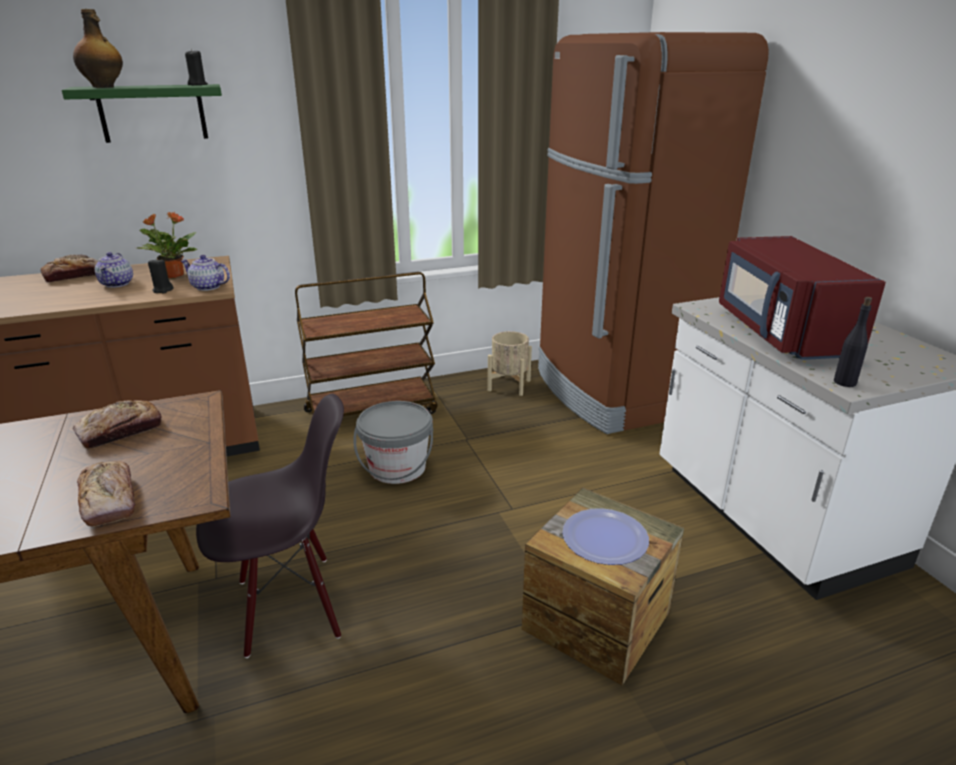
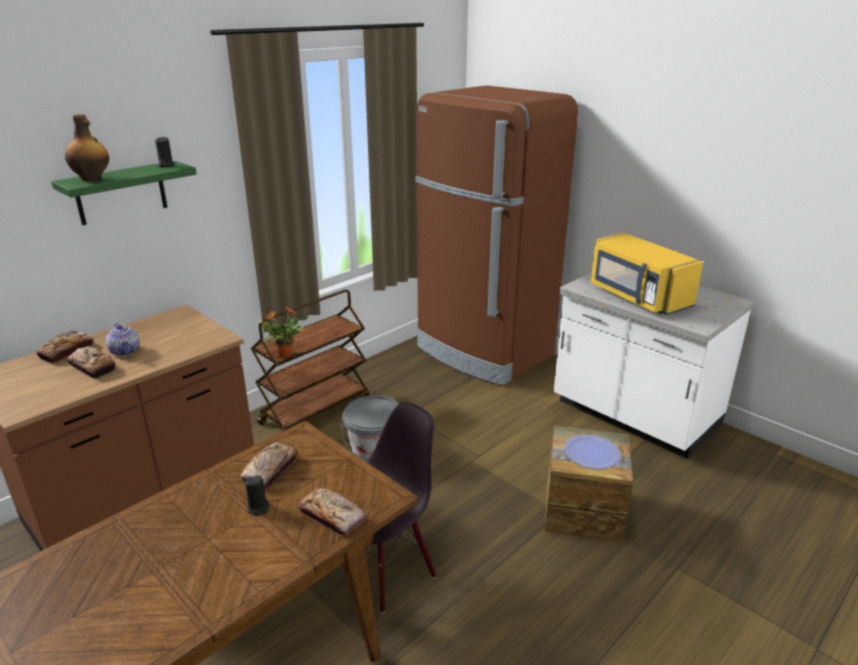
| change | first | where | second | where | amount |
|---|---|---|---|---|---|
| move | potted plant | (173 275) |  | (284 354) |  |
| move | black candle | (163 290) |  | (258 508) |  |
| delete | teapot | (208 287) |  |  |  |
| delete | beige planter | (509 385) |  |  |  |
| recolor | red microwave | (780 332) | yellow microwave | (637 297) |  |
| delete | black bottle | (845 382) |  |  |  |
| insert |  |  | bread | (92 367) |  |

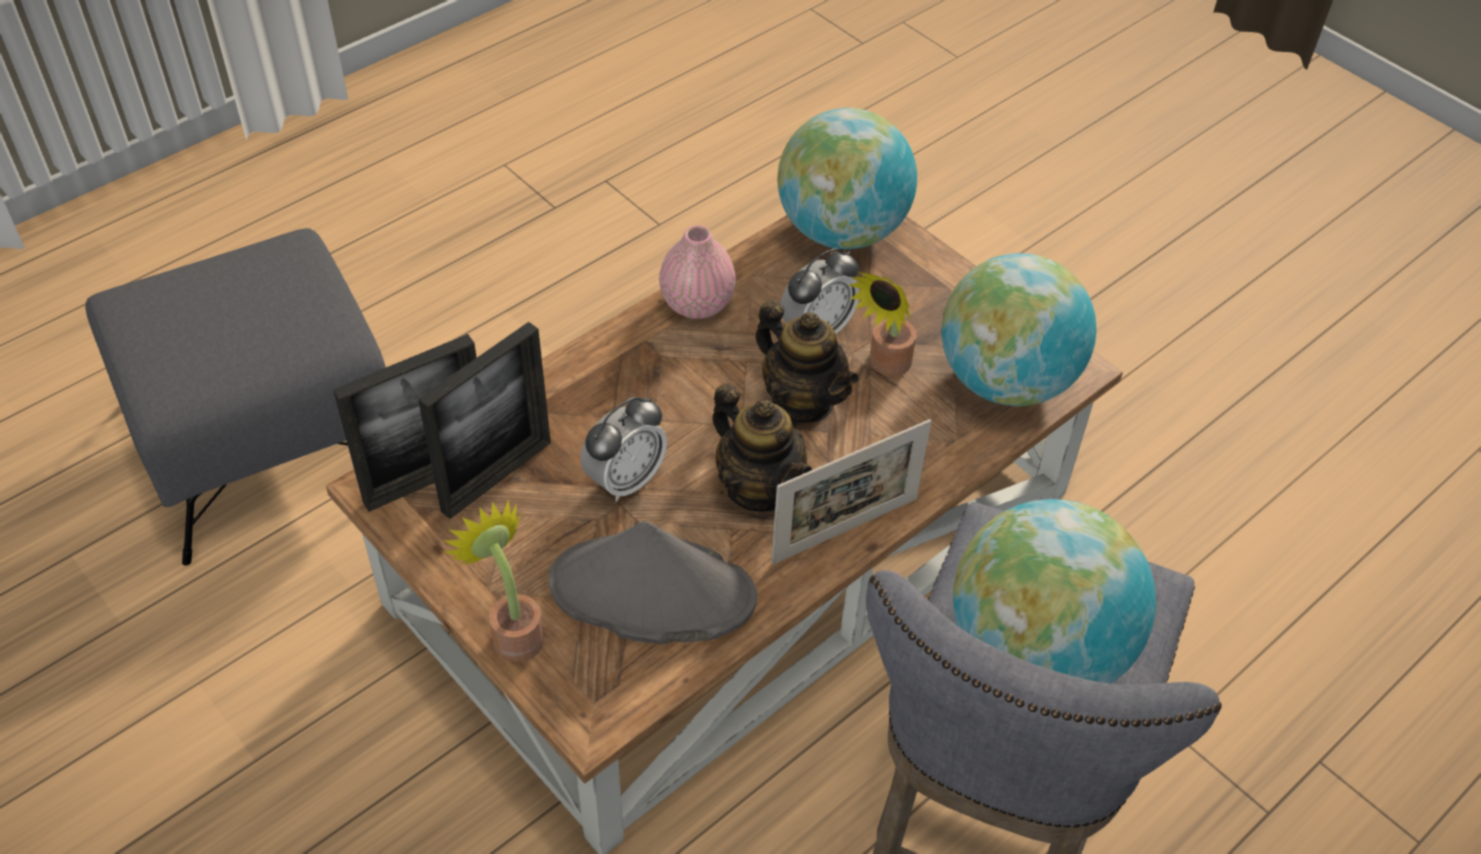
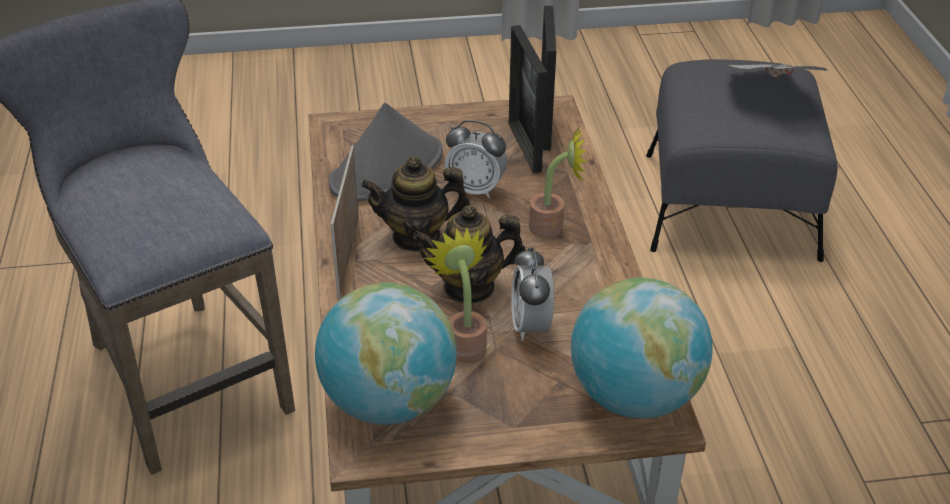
| change | first | where | second | where | amount |
|---|---|---|---|---|---|
| move | potted plant | (513 632) |  | (553 227) |  |
| rotate | alarm clock | (625 480) |  | (475 189) | 60 degrees counterclockwise |
| delete | pink vase | (697 303) |  |  |  |
| delete | globe | (1036 651) |  |  |  |
| insert |  |  | newspaper | (771 91) |  |

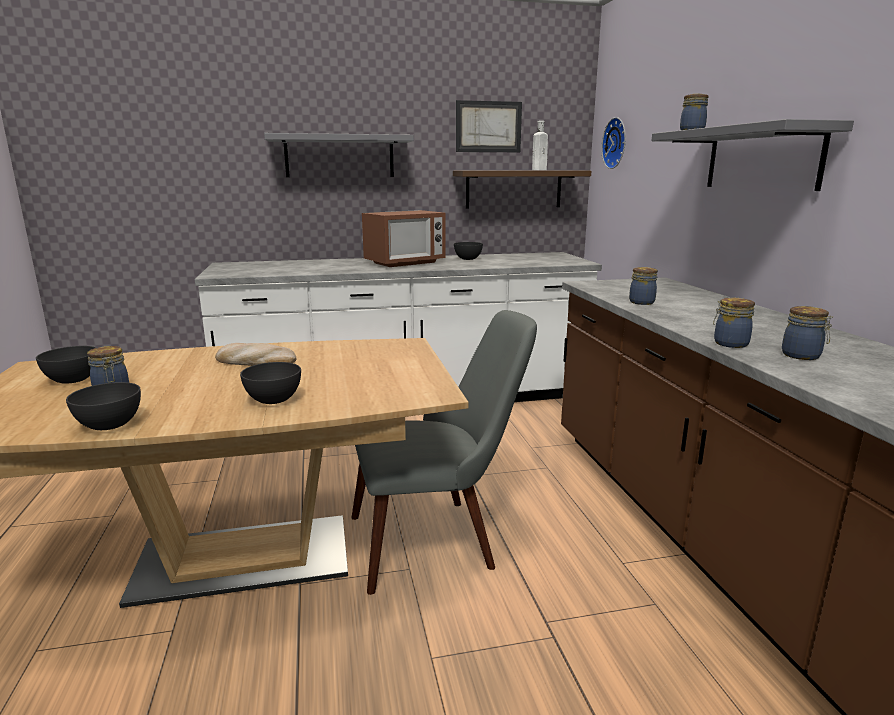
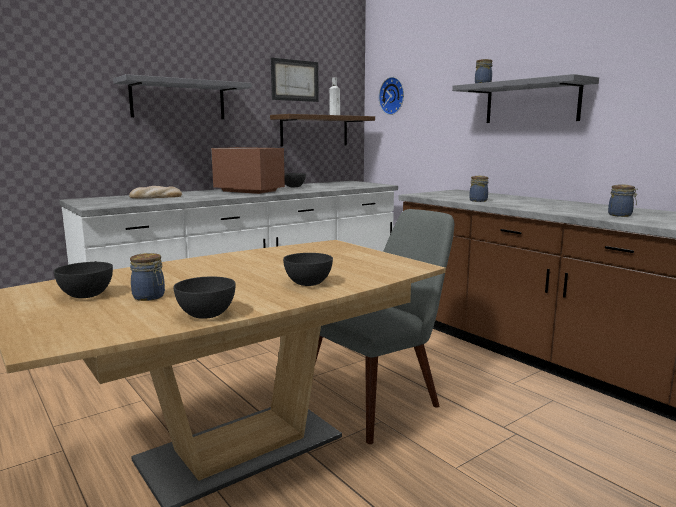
| change | first | where | second | where | amount |
|---|---|---|---|---|---|
| move | bread | (255 361) |  | (156 197) |  |
| rotate | microwave | (405 263) |  | (249 191) | 90 degrees counterclockwise |
| delete | jar | (729 343) |  |  |  |

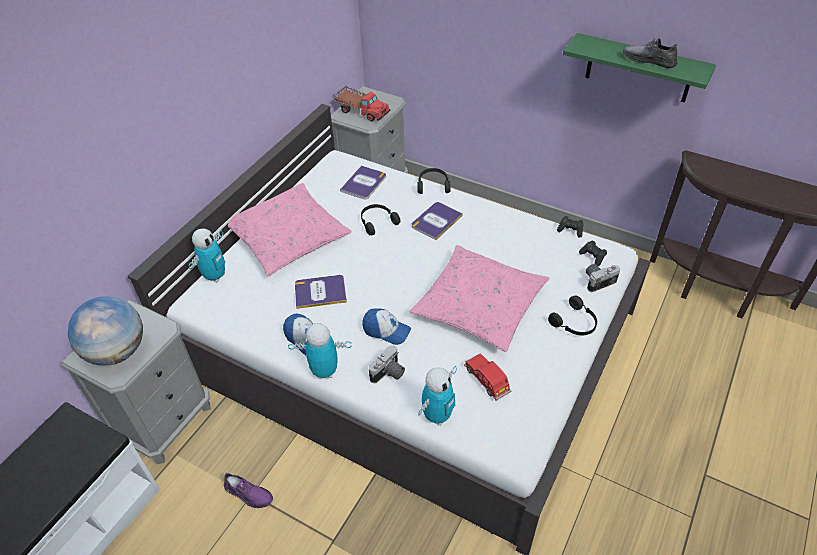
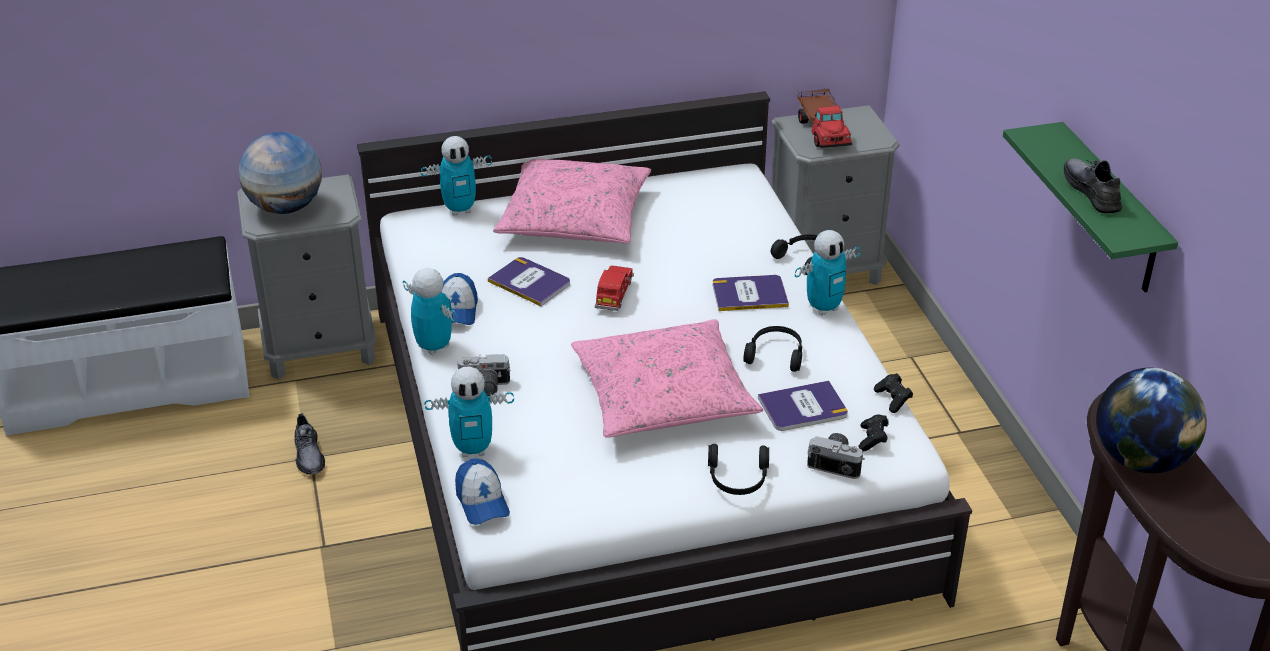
| change | first | where | second | where | amount |
|---|---|---|---|---|---|
| recolor | purple shoe | (248 493) | grey shoe | (309 455) |  |
| move | book | (364 183) |  | (803 407) |  |
| move | black headphones | (377 222) |  | (775 354) |  |
| move | cap | (386 330) |  | (482 502) |  |
| move | red toy car | (487 380) |  | (614 296) |  |
| insert |  |  | toy robot | (824 307) |  |
| insert |  |  | globe | (1140 460) |  |

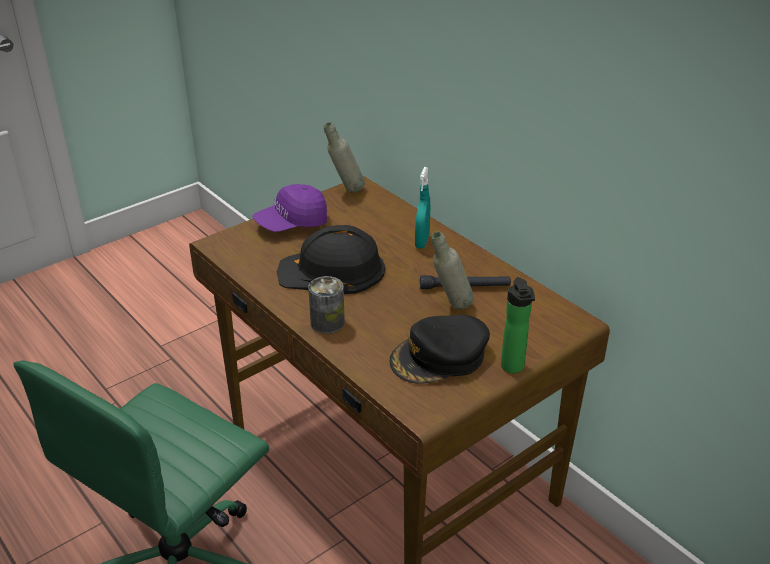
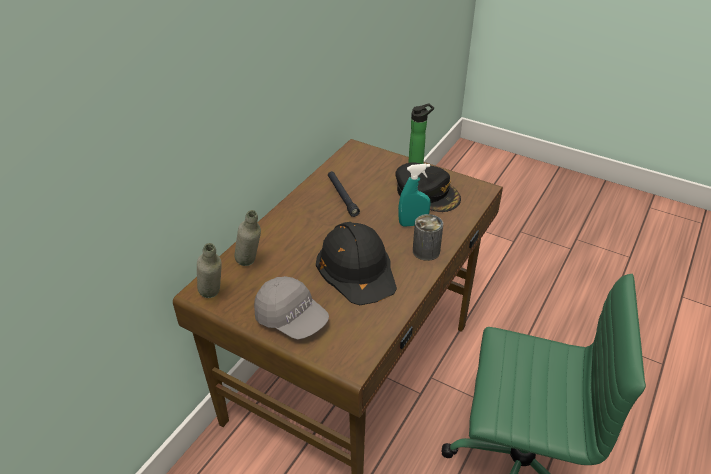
| change | first | where | second | where | amount |
|---|---|---|---|---|---|
| recolor | purple cap | (292 223) | grey cap | (292 319) |  |
| move | turquoise spray bottle | (422 242) |  | (413 224) |  |
| move | grey bottle | (450 307) |  | (251 266) |  |

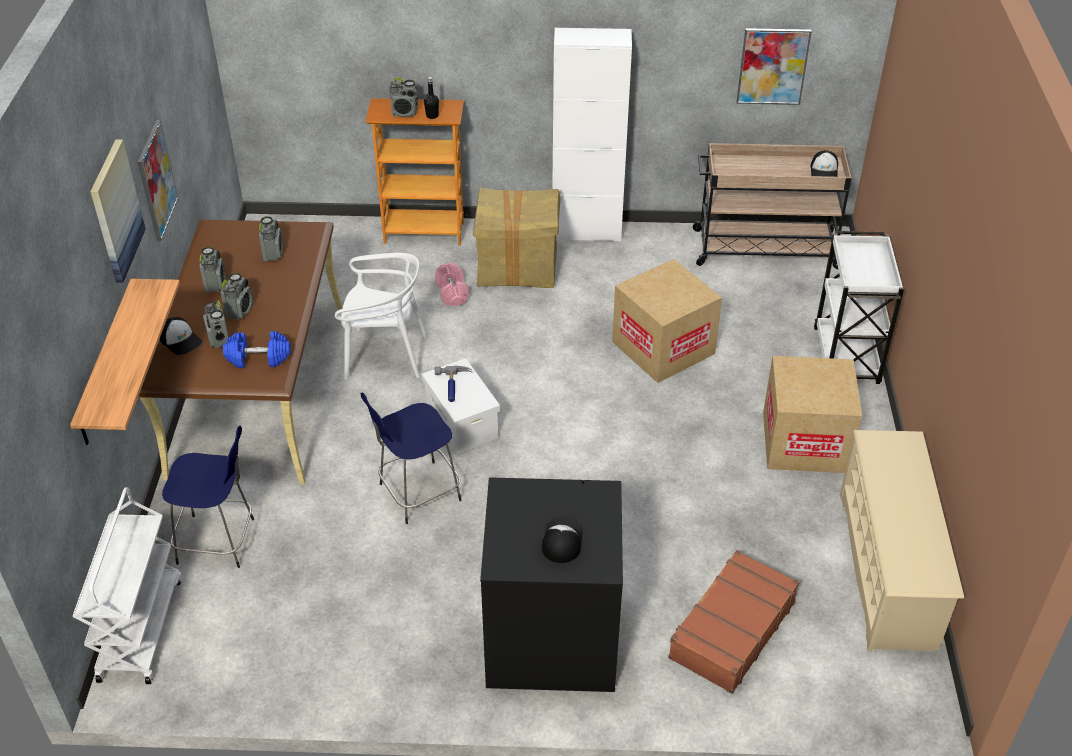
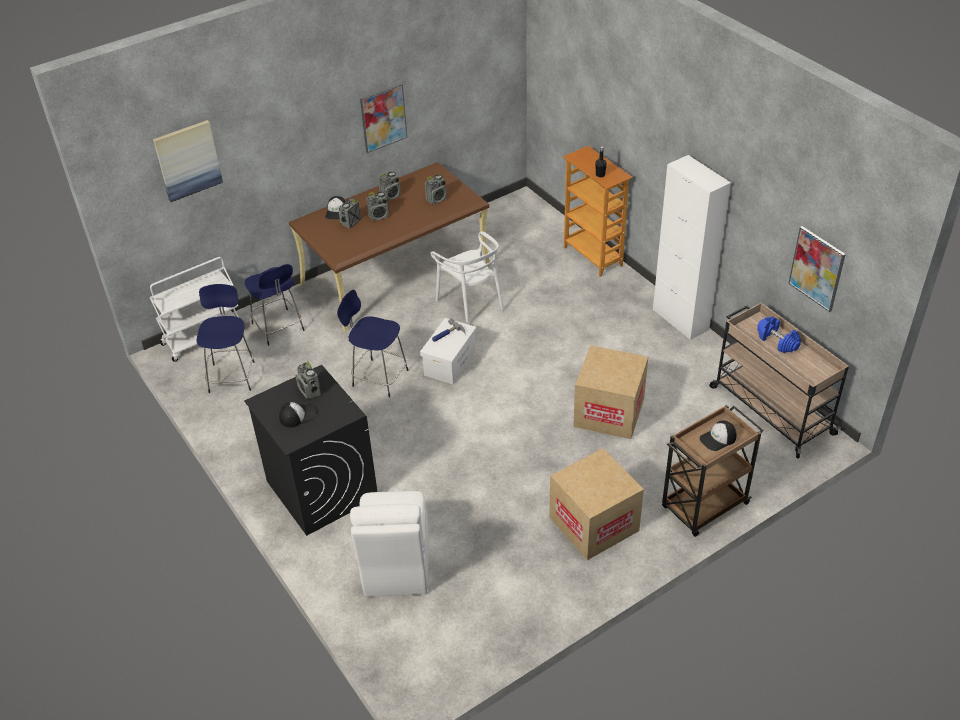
| change | first | where | second | where | amount |
|---|---|---|---|---|---|
| delete | shelf | (107 363) |  |  |  |
| move | picture | (115 211) |  | (188 160) |  |
| move | blue dumbbell | (258 359) |  | (777 341) |  |
| move | radio | (405 113) |  | (309 391) |  |
| delete | pink dumbbell | (452 293) |  |  |  |
| delete | cardboard box | (518 266) |  |  |  |
| replace | brown suitcase | (731 630) | white chair | (396 565) |  |
| move | cap | (824 171) |  | (718 439) |  |
| recolor | white cart | (846 357) | brown cart | (703 506) |  |
| delete | beige shoe rack | (887 570) |  |  |  |
| insert |  |  | blue stool | (232 375) |  |

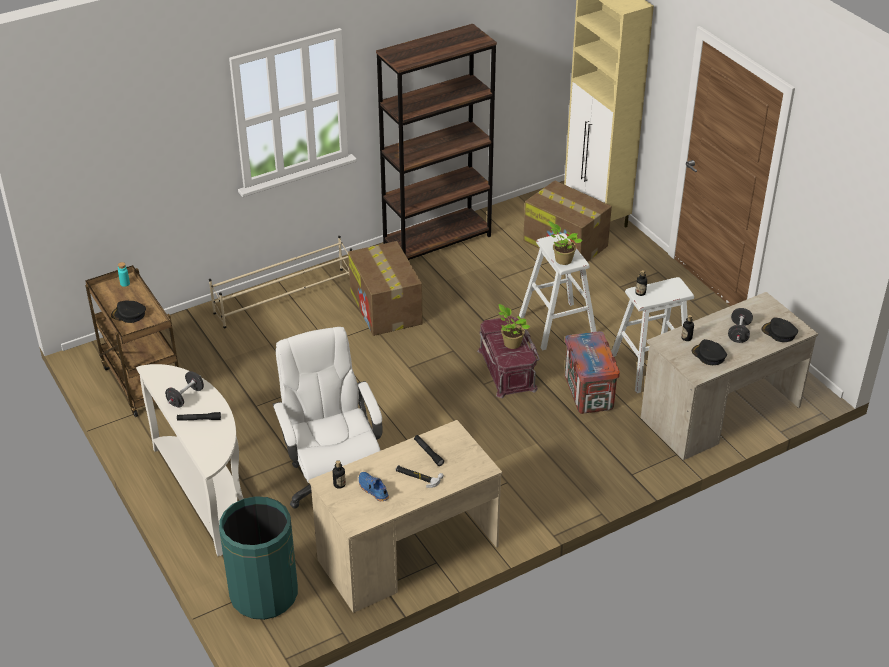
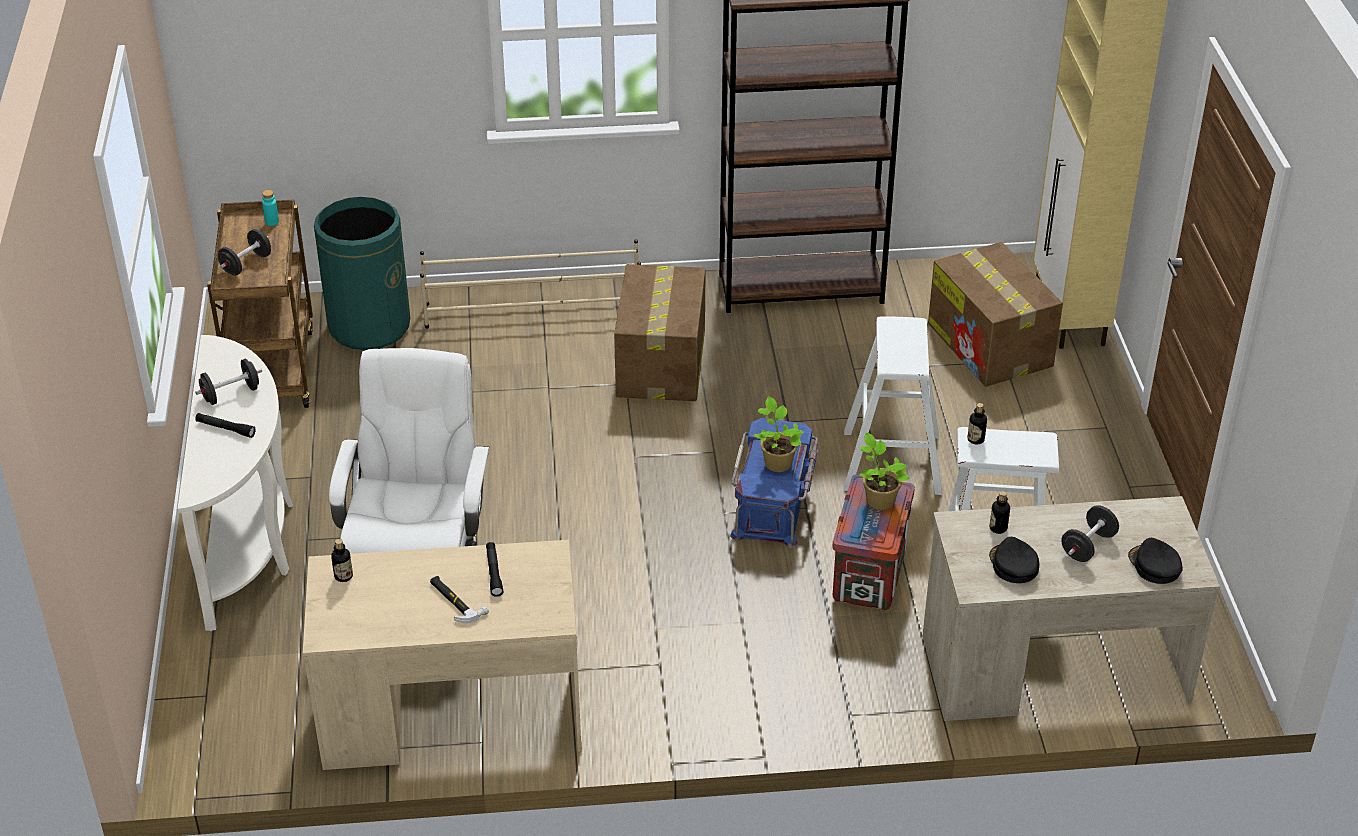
| change | first | where | second | where | amount |
|---|---|---|---|---|---|
| replace | black cap | (129 314) | black dumbbell | (246 264) |  |
| move | green trash can | (264 594) |  | (369 326) |  |
| delete | blue shoe | (372 490) |  |  |  |
| recolor | red storage box | (508 369) | blue storage box | (774 503) |  |
| move | potted plant | (562 259) |  | (879 499) |  |

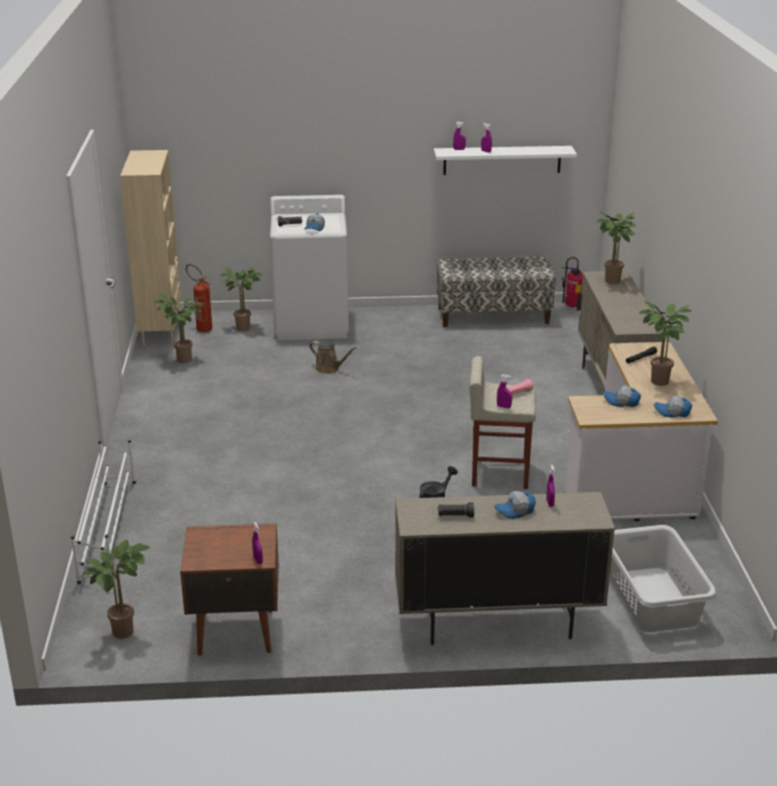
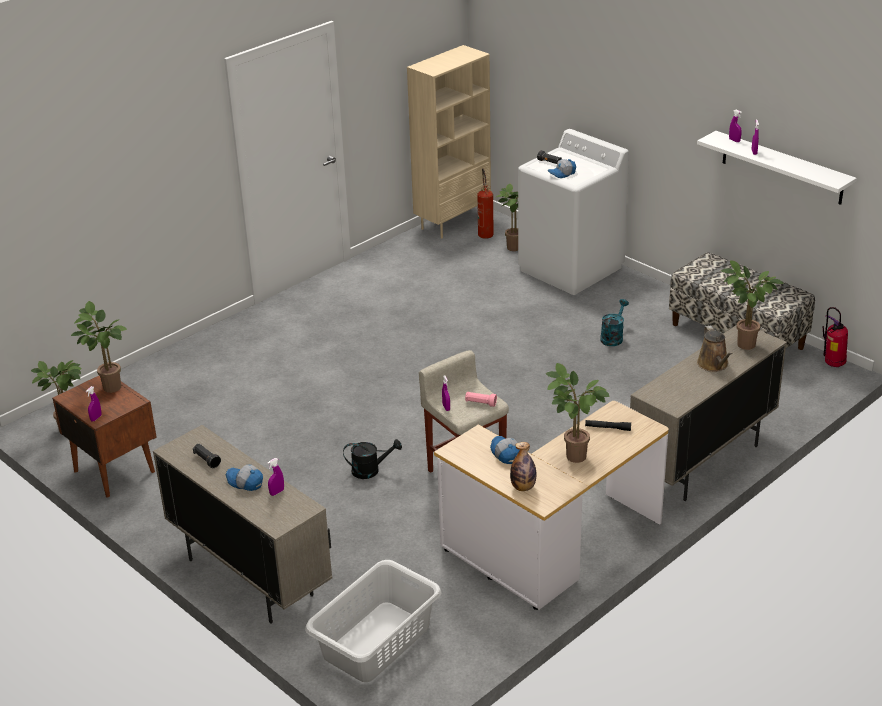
| change | first | where | second | where | amount |
|---|---|---|---|---|---|
| delete | white shoe rack | (109 529) |  |  |  |
| move | potted plant | (182 361) |  | (108 387) |  |
| move | brown watering can | (329 368) |  | (714 365) |  |
| replace | cap | (672 413) | bottle | (523 487) |  |
| insert |  |  | turquoise watering can | (613 337) |  |

